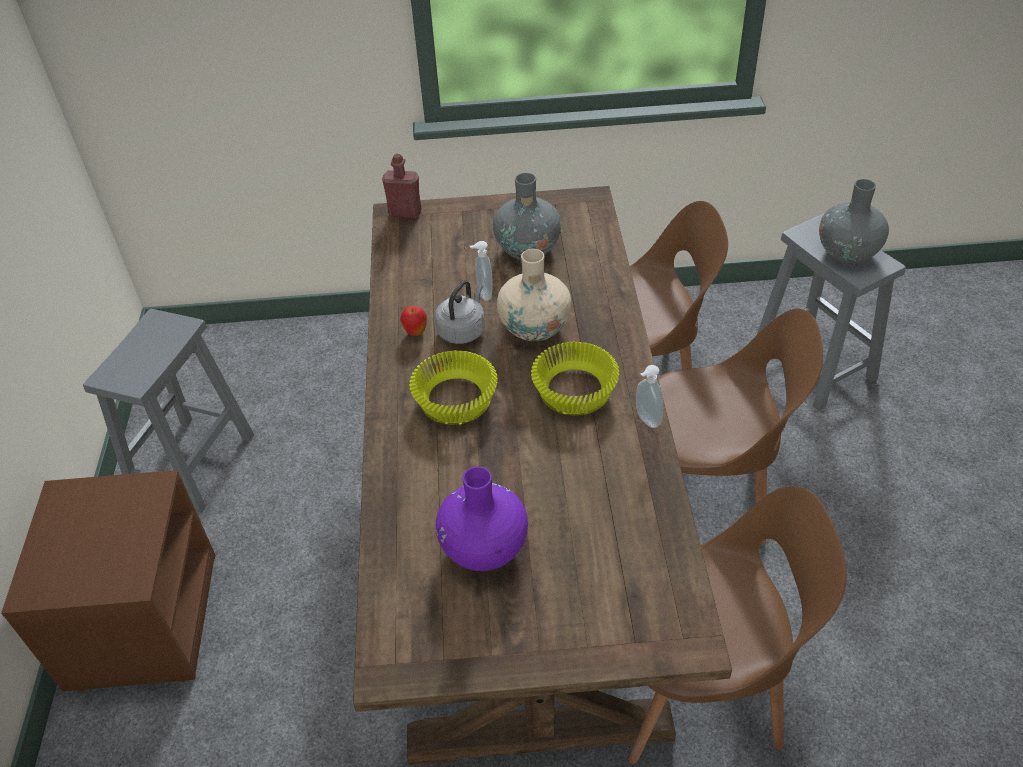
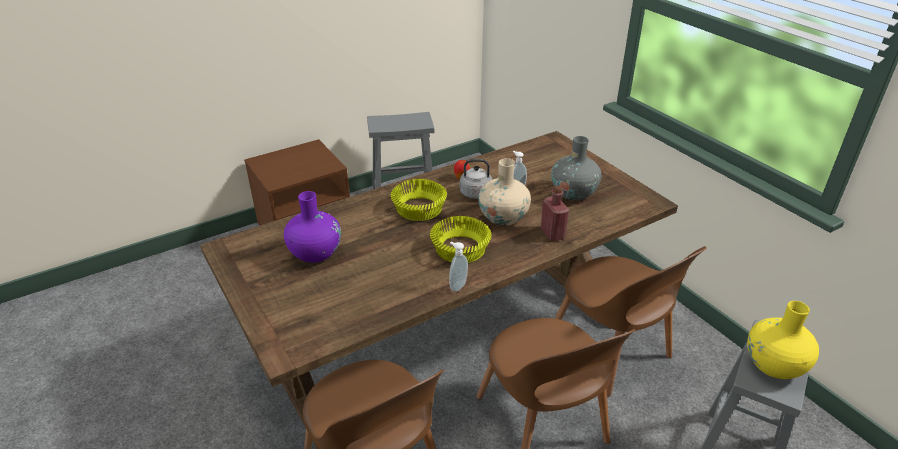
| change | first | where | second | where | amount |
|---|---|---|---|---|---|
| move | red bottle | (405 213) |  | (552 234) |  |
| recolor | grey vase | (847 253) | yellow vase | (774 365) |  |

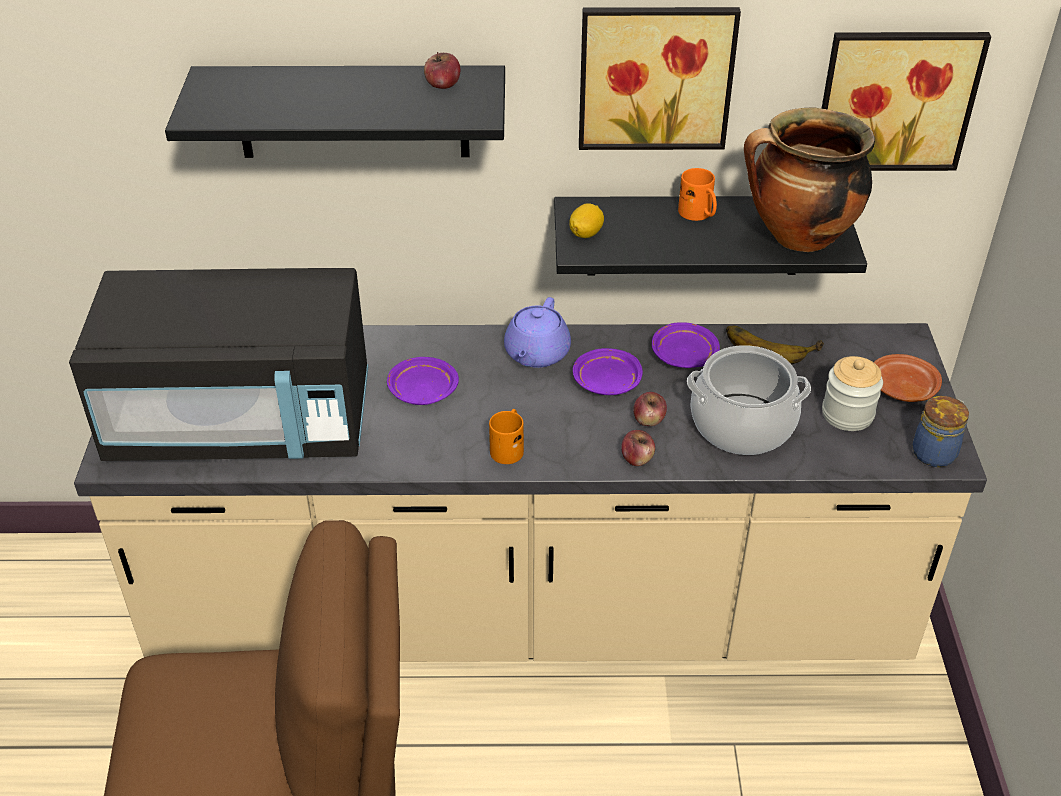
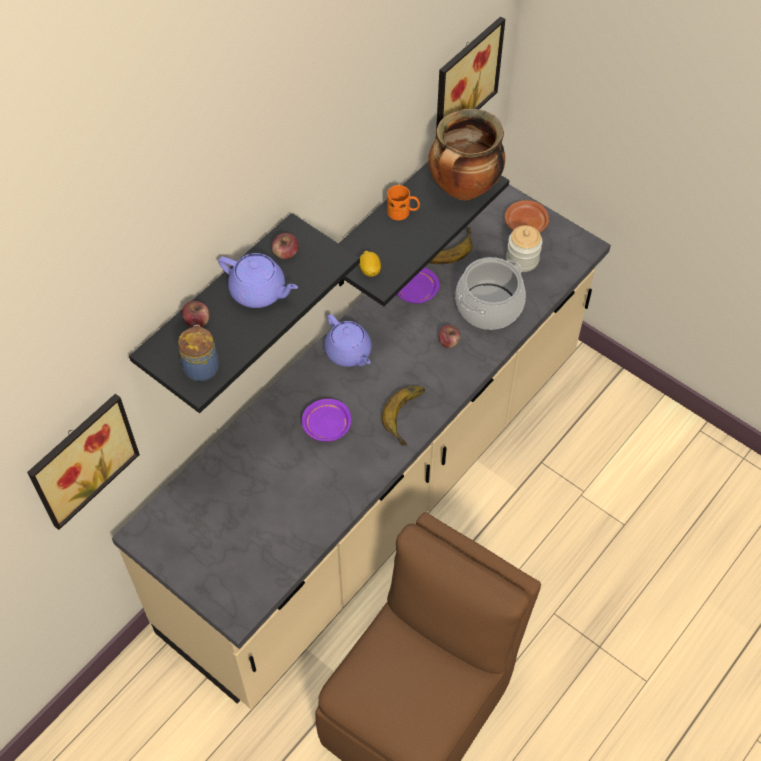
| change | first | where | second | where | amount |
|---|---|---|---|---|---|
| delete | black microwave | (243 423) |  |  |  |
| replace | orange mug | (508 447) | banana | (409 416) |  |
| delete | purple plate | (606 382) |  |  |  |
| move | picture | (655 75) |  | (80 458) |  |
| move | apple | (637 459) |  | (197 321) |  |
| move | jar | (935 452) |  | (201 366) |  |
| insert |  |  | purple teapot | (259 292) |  |

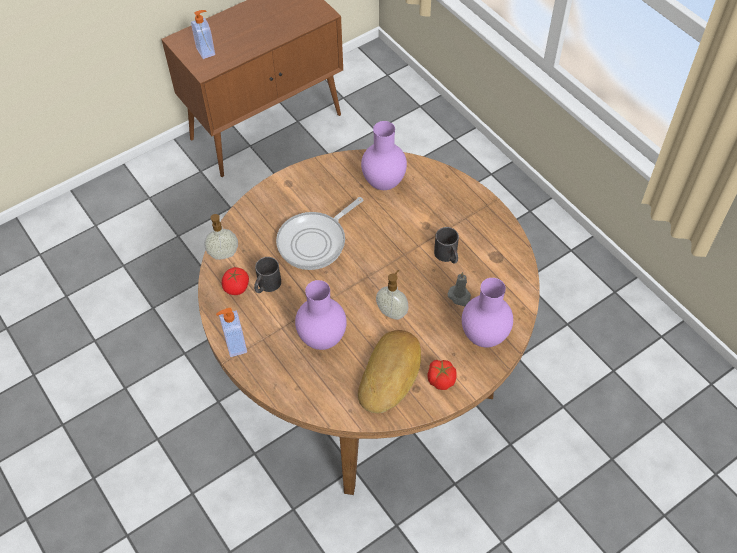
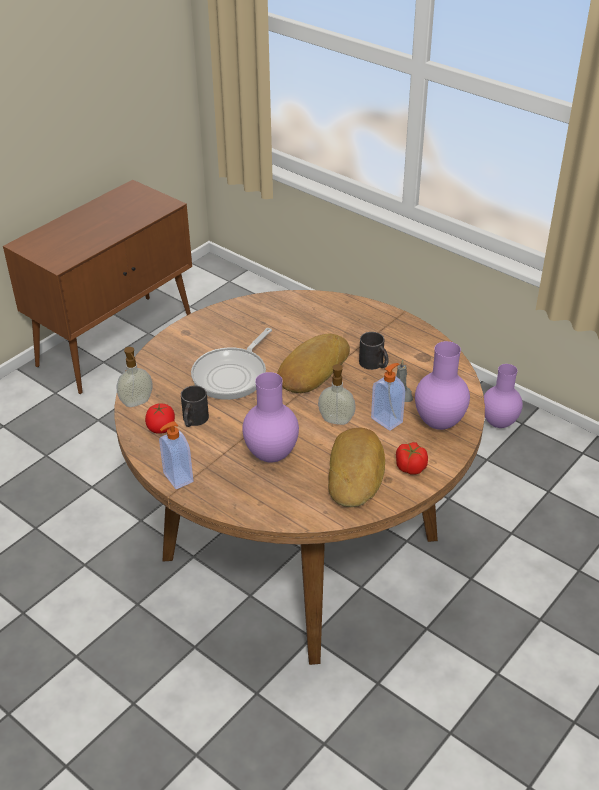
| change | first | where | second | where | amount |
|---|---|---|---|---|---|
| move | soap dispenser | (206 51) |  | (387 420) |  |
| move | purple vase | (382 183) |  | (497 423) |  |
| insert |  |  | bread | (311 369) |  |

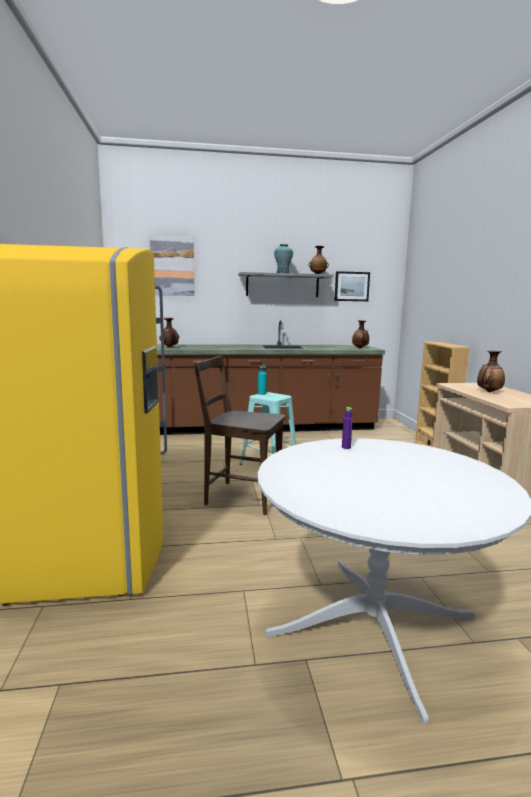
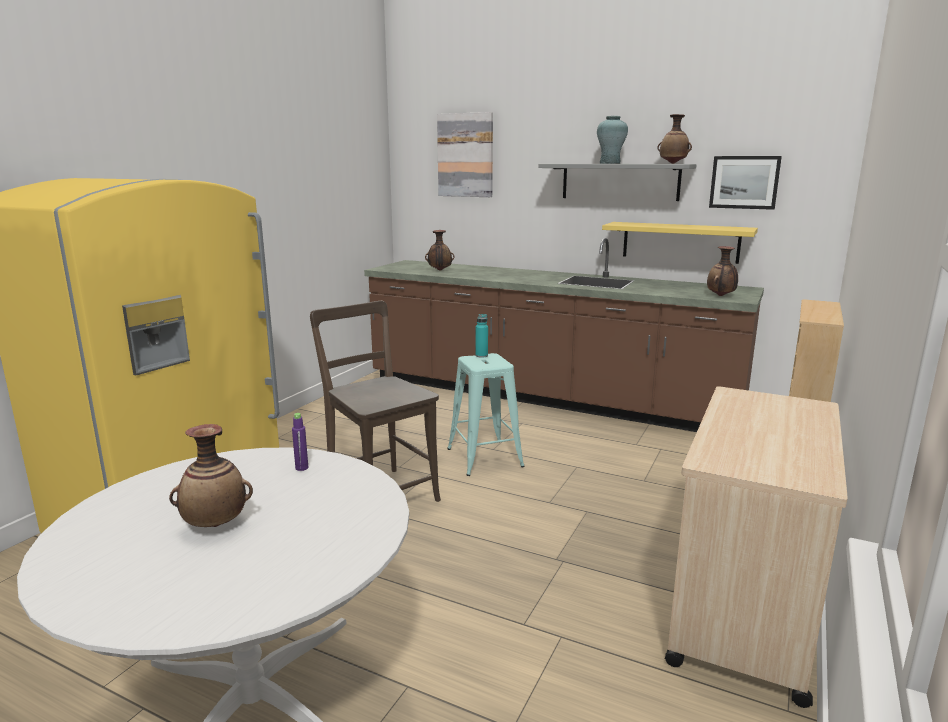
| change | first | where | second | where | amount |
|---|---|---|---|---|---|
| move | vase | (489 392) |  | (216 524) |  |
| insert |  |  | yellow shelf | (680 242) |  |

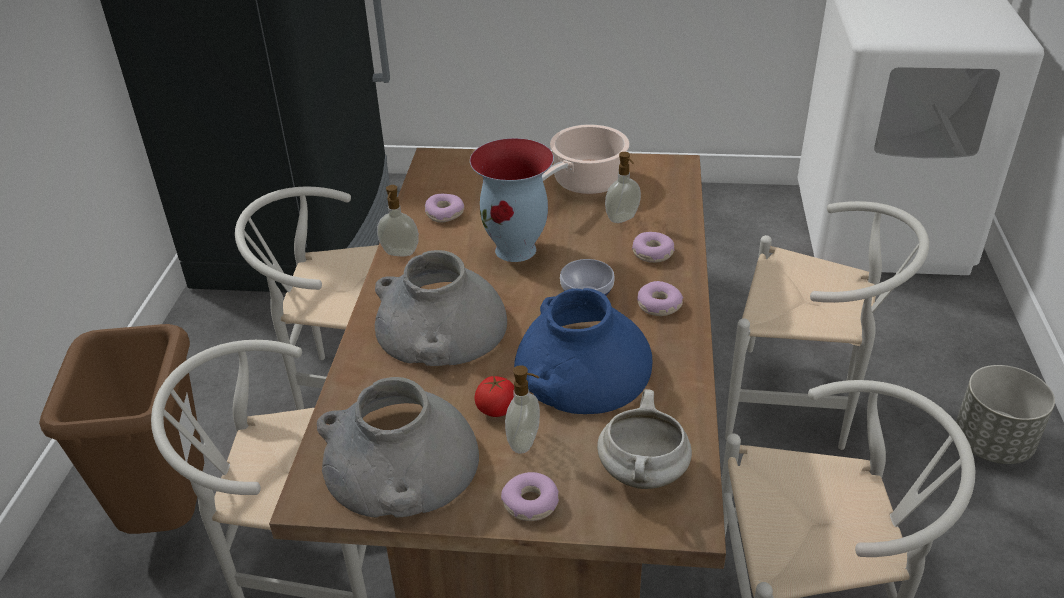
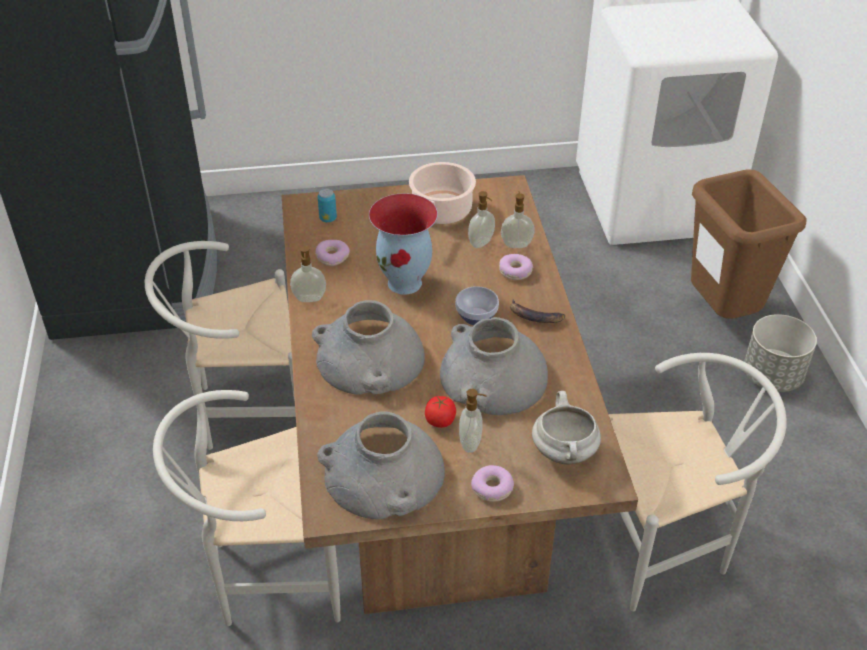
| change | first | where | second | where | amount |
|---|---|---|---|---|---|
| move | brown trash can | (172 517) |  | (721 313) |  |
| recolor | blue vase | (582 367) | grey vase | (493 377) |  |
| replace | donut | (658 305) | banana | (534 316) |  |
| delete | white chair | (802 405) |  |  |  |
| insert |  |  | can | (328 219) |  |
| insert |  |  | soap dispenser | (516 244) |  |

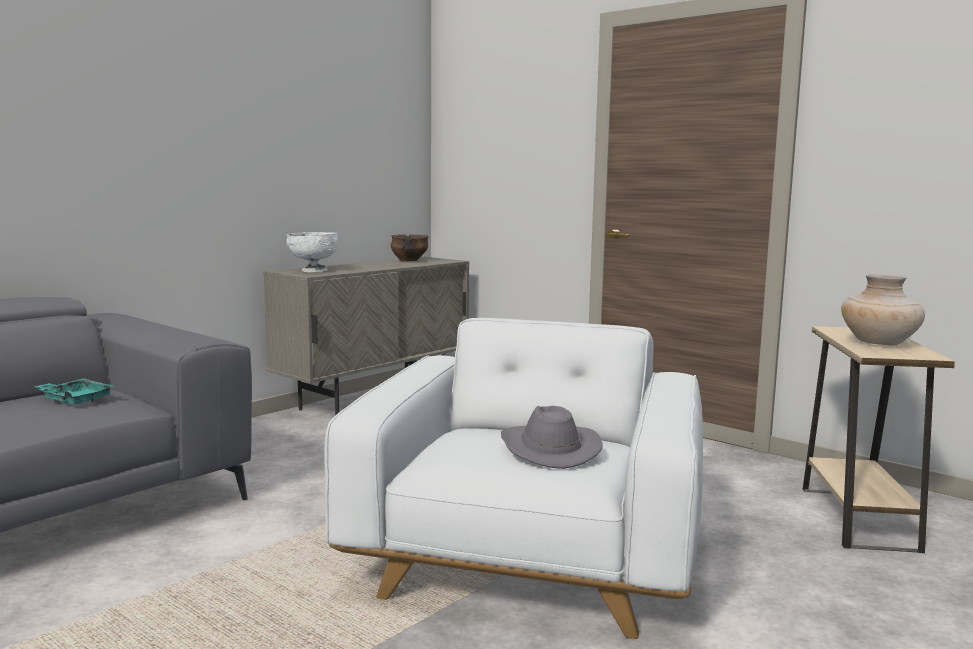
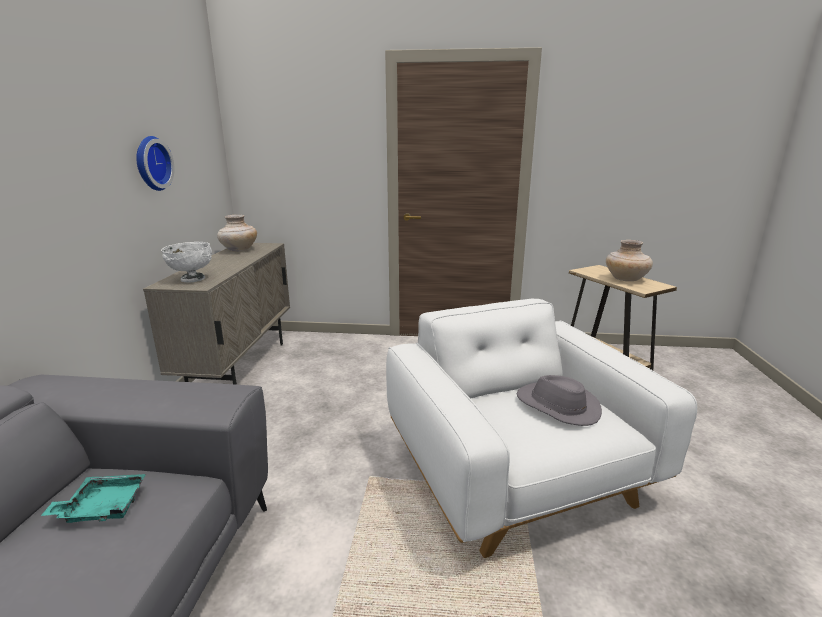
| change | first | where | second | where | amount |
|---|---|---|---|---|---|
| replace | bowl | (409 260) | beige vase | (239 250) |  |
| insert |  |  | wall clock | (151 163) |  |

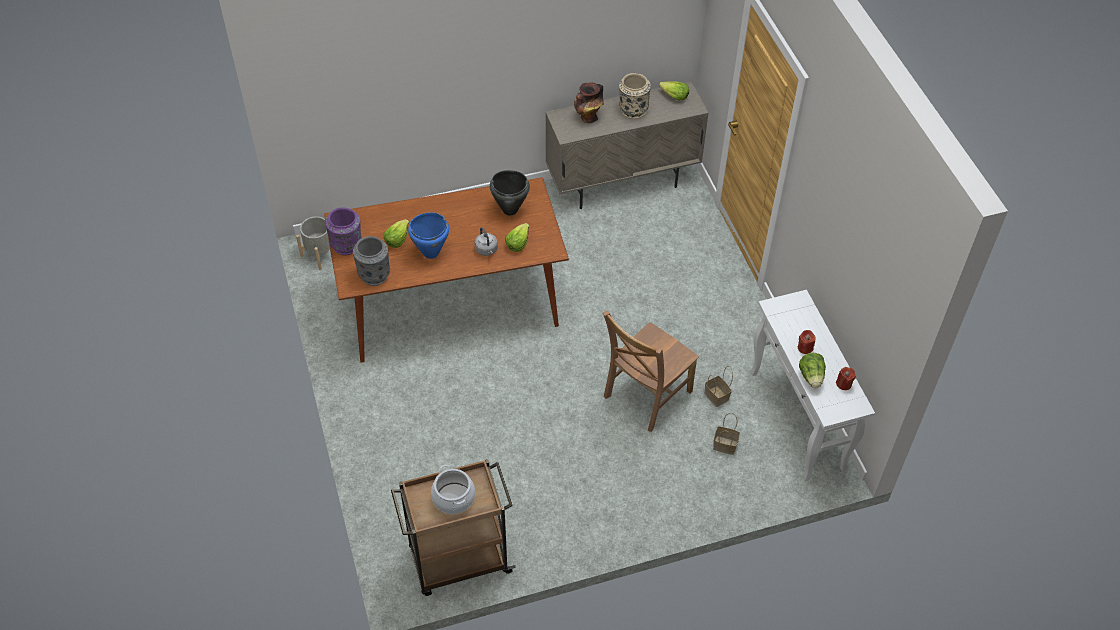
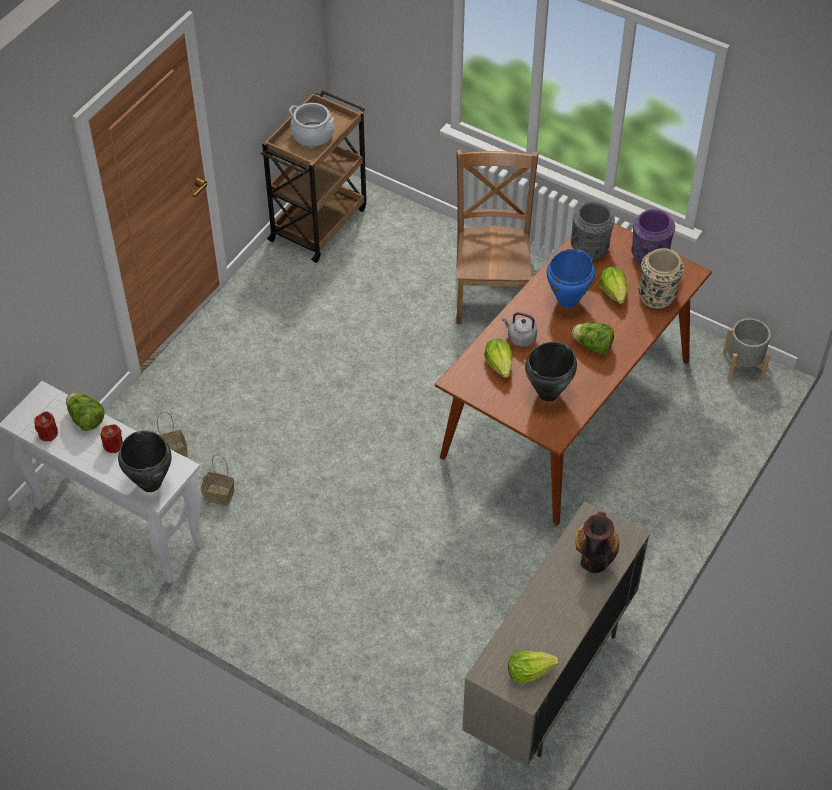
| change | first | where | second | where | amount |
|---|---|---|---|---|---|
| move | brown chair | (645 396) |  | (491 293) |  |
| move | beige vase | (633 110) |  | (657 296) |  |
| insert |  |  | black cooking pot | (150 484) |  |
| insert |  |  | lettuce | (592 346) |  |

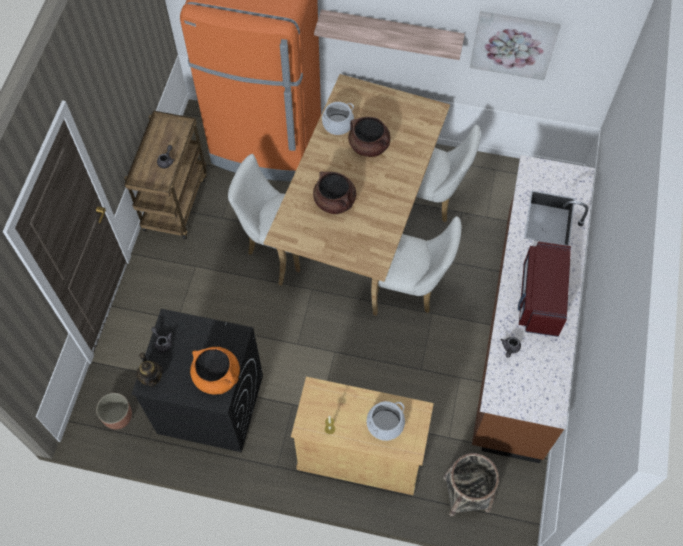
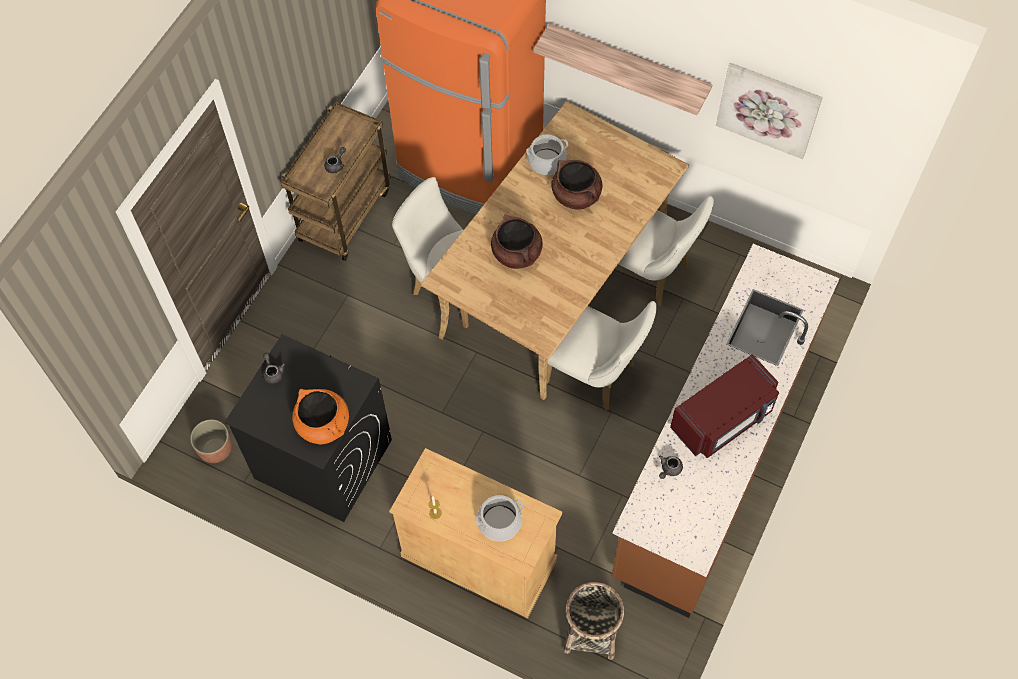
| change | first | where | second | where | amount |
|---|---|---|---|---|---|
| delete | teapot | (152 377) |  |  |  |
| rotate | red microwave | (540 298) |  | (723 419) | 150 degrees counterclockwise |

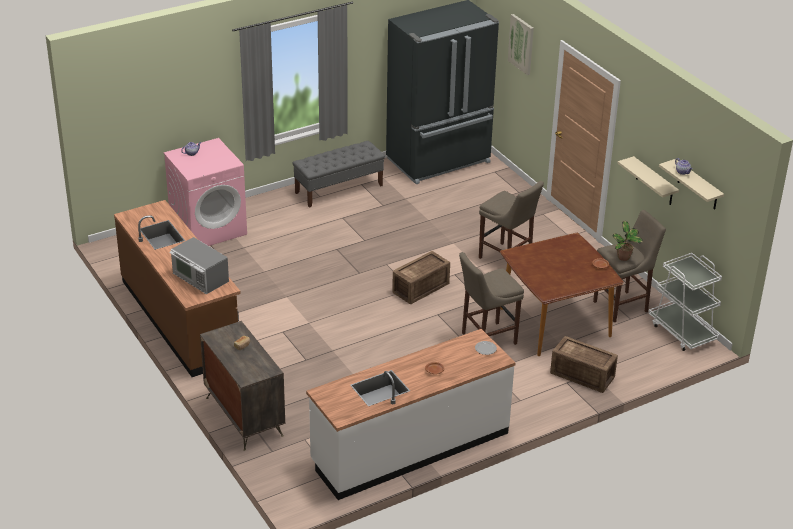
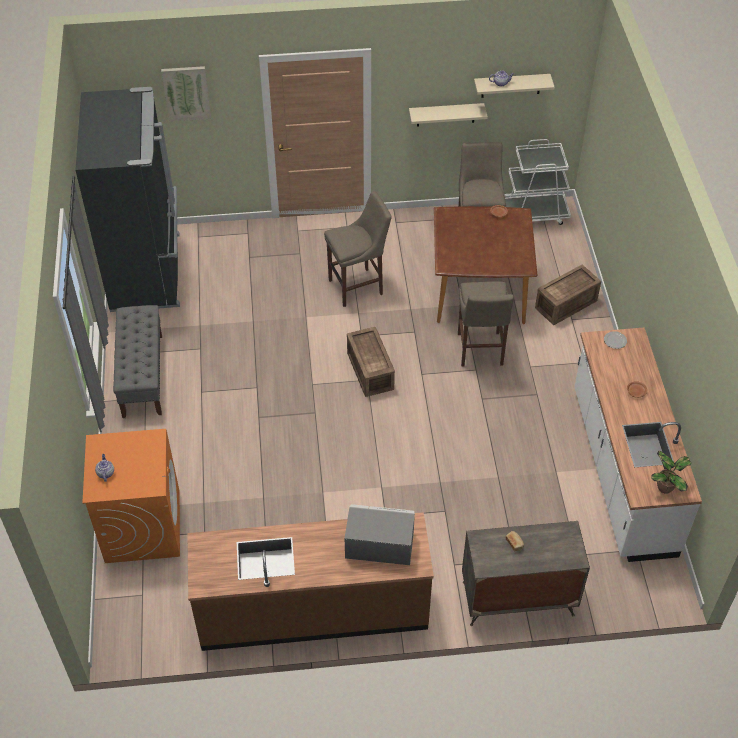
| change | first | where | second | where | amount |
|---|---|---|---|---|---|
| recolor | pink washing machine | (208 228) | orange washing machine | (142 526) |  |
| rotate | microwave | (200 278) |  | (379 544) | 150 degrees counterclockwise |
| move | potted plant | (624 258) |  | (666 487) |  |

